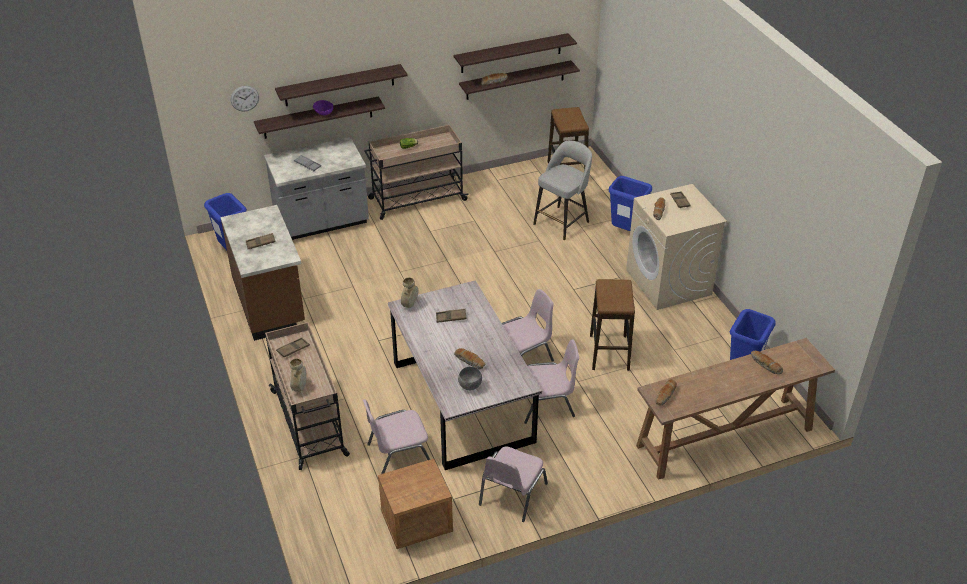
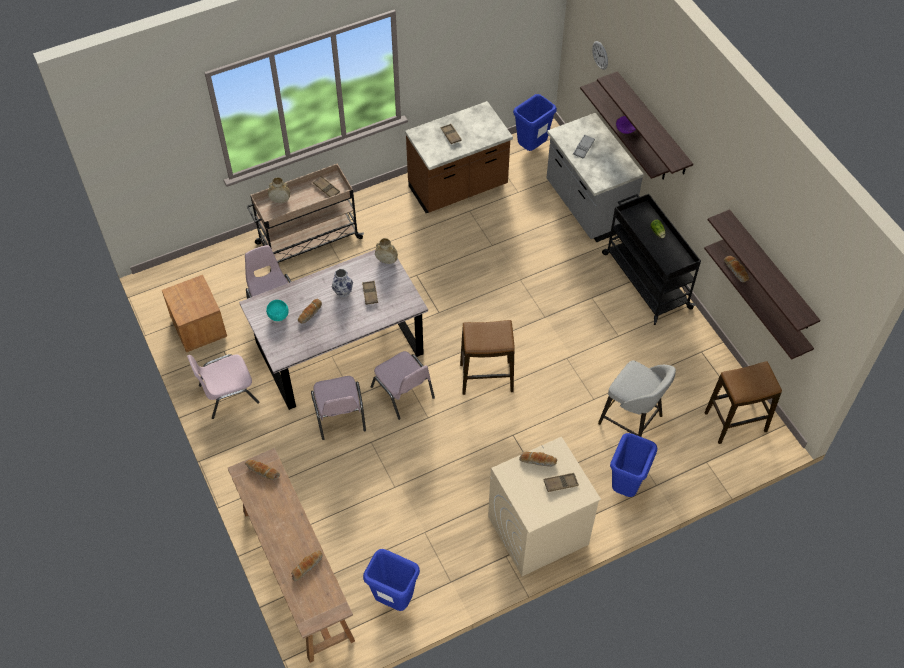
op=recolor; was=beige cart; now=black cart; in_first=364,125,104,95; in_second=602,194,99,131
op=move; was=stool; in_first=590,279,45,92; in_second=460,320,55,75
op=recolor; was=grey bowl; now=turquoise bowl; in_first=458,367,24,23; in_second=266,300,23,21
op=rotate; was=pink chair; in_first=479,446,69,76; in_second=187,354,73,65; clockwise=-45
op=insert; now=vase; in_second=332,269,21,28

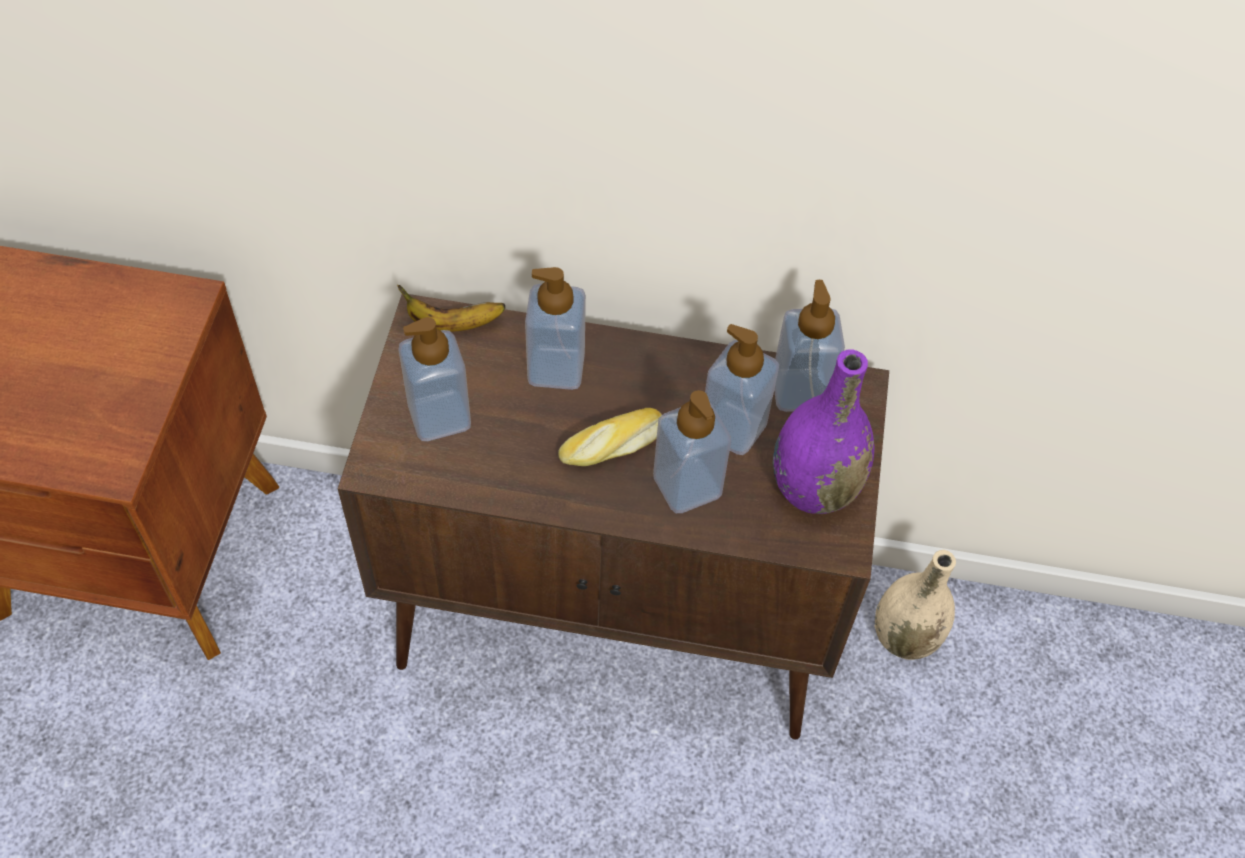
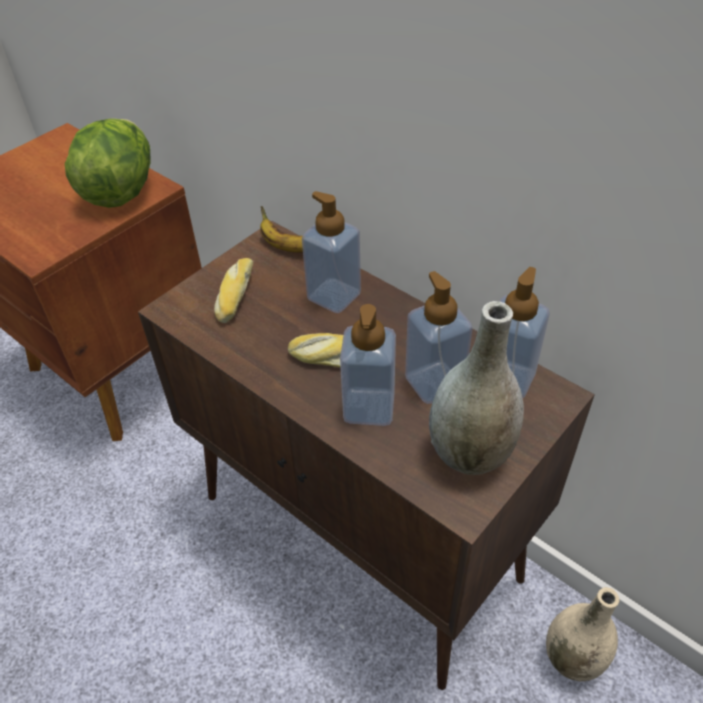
op=replace; was=soap dispenser; now=bread; in_first=398,317,73,124; in_second=214,258,39,65
op=recolor; was=purple vase; now=grey vase; in_first=773,349,101,165; in_second=429,301,95,174
op=insert; now=lettuce; in_second=65,118,85,90

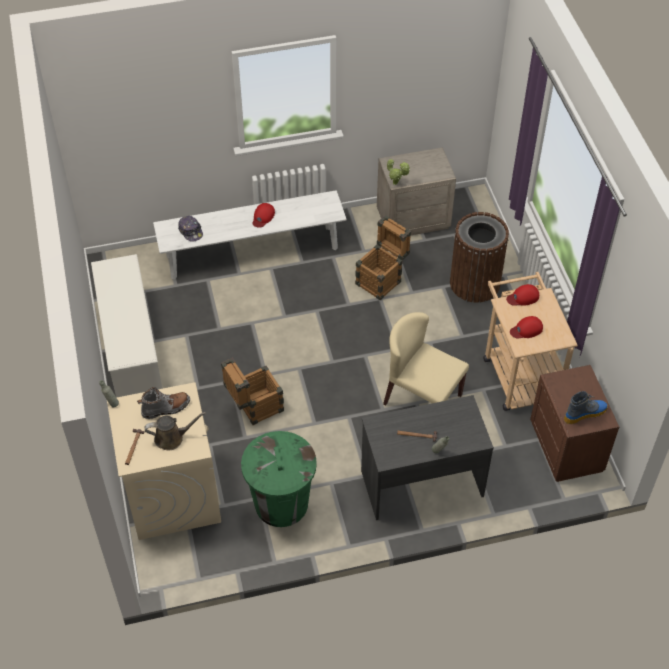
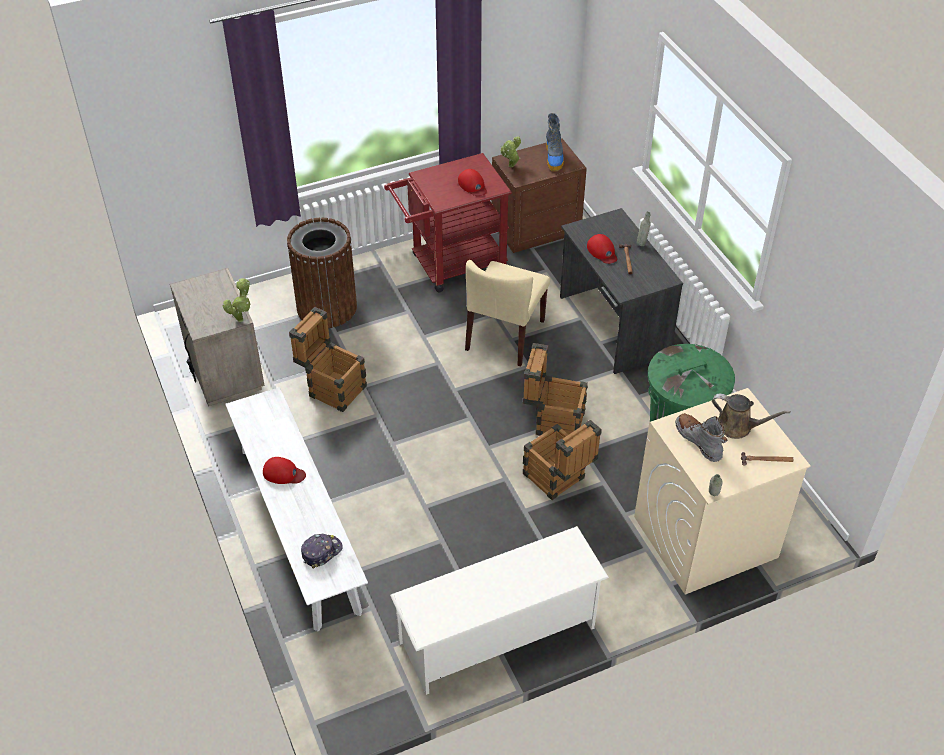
op=recolor; was=beige cart; now=red cart; in_first=483,272,95,139; in_second=384,153,128,140
op=move; was=red cap; in_first=506,284,33,22; in_second=587,234,30,30
op=rotate; was=boot; in_first=564,391,44,33; in_second=546,113,18,58; clockwise=-150
op=rotate; was=brown watering can; in_first=145,412,61,38; in_second=712,394,79,45; clockwise=135
op=insert; now=potted plant; in_second=500,136,21,32
op=insert; now=crate; in_second=523,343,65,92

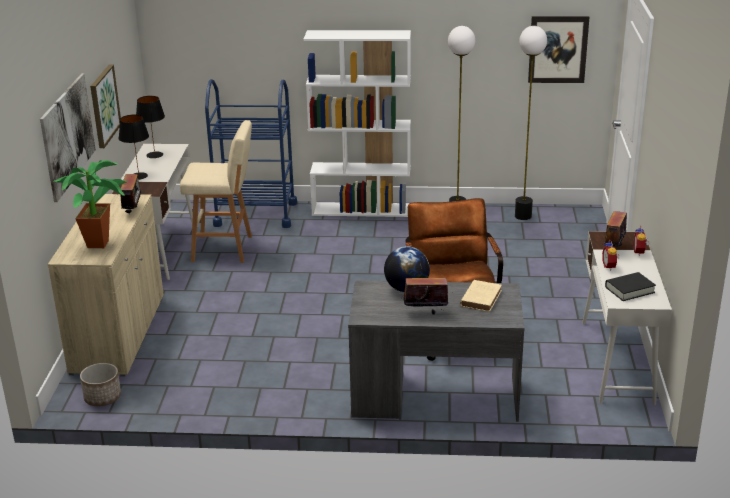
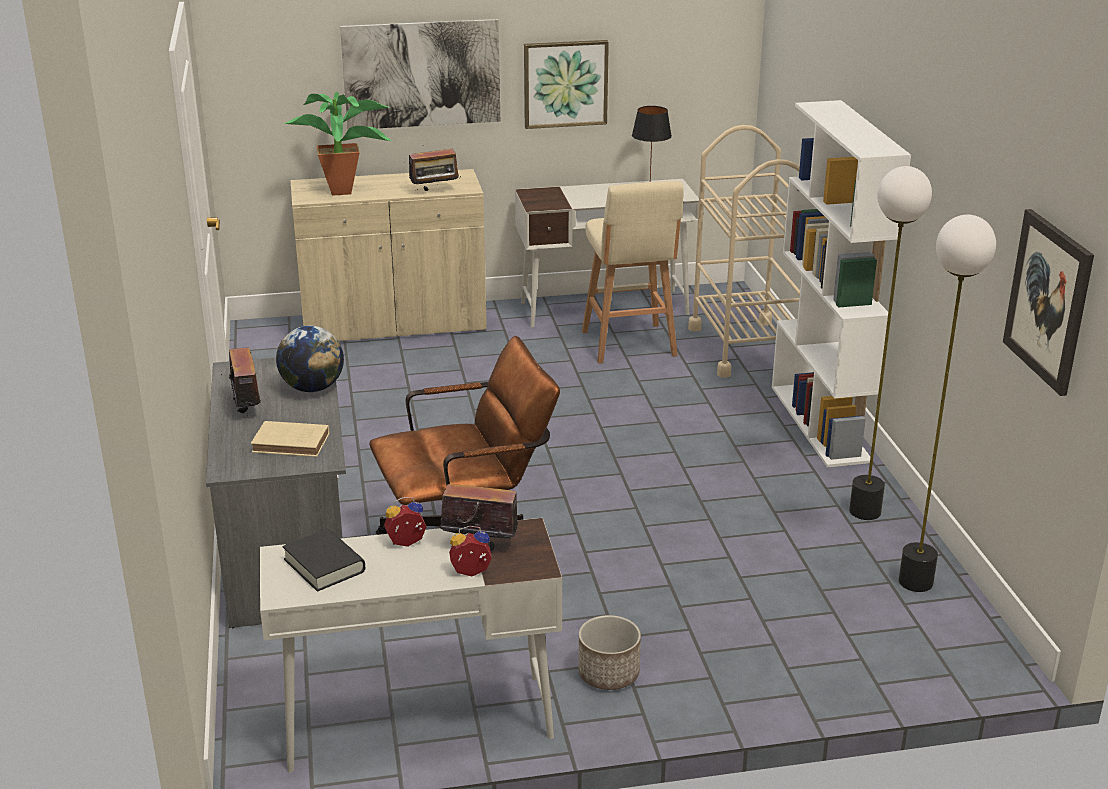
op=recolor; was=blue cart; now=beige cart; in_first=205,79,92,149; in_second=688,125,112,253
op=delete; was=black table lamp; in_first=119,115,30,65
op=move; was=planter; in_first=80,363,41,43; in_second=578,615,63,75

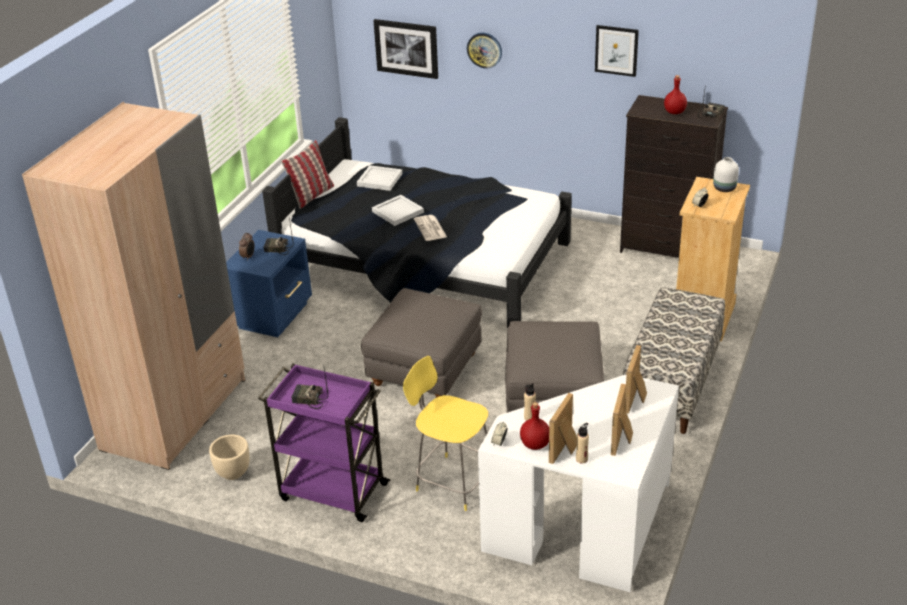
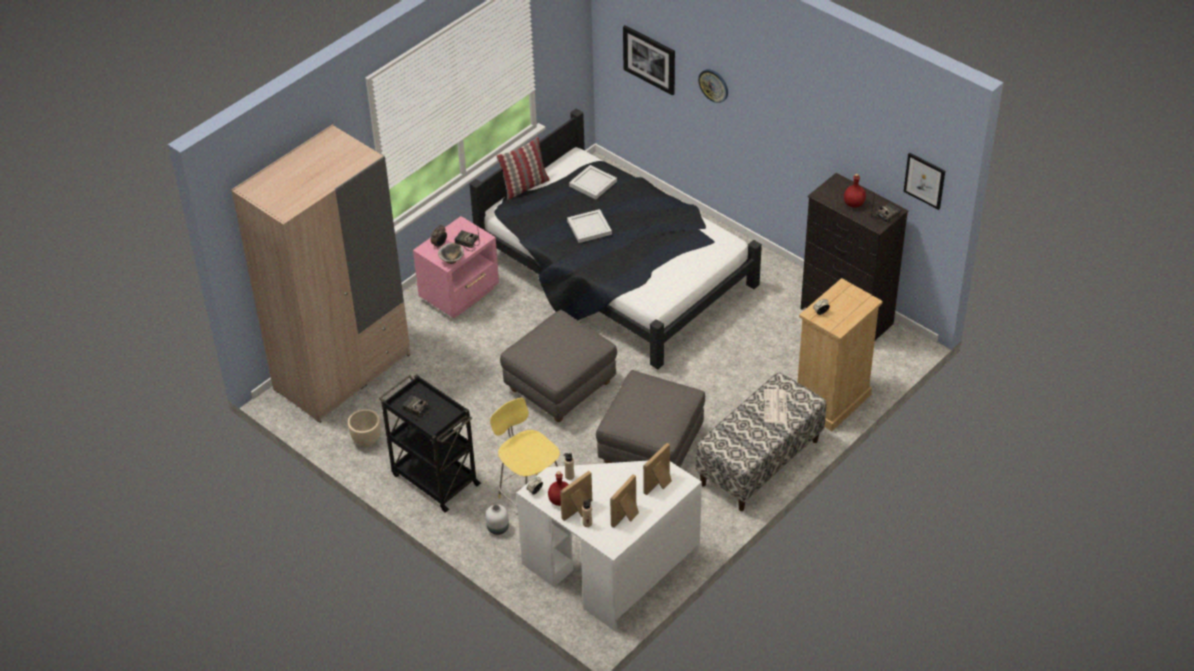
op=move; was=picture; in_first=595,25,44,52; in_second=904,153,41,57
op=move; was=white vase; in_first=713,157,26,35; in_second=486,504,23,31
op=move; was=newspaper; in_first=414,215,33,26; in_second=764,389,23,34
op=recolor; was=blue nightstand; now=pink nightstand; in_first=226,230,86,107; in_second=413,216,86,102
op=recolor; was=purple cart; now=black cart; in_first=258,364,133,158; in_second=379,374,102,139
op=insert; now=bowl; in_second=438,243,26,21

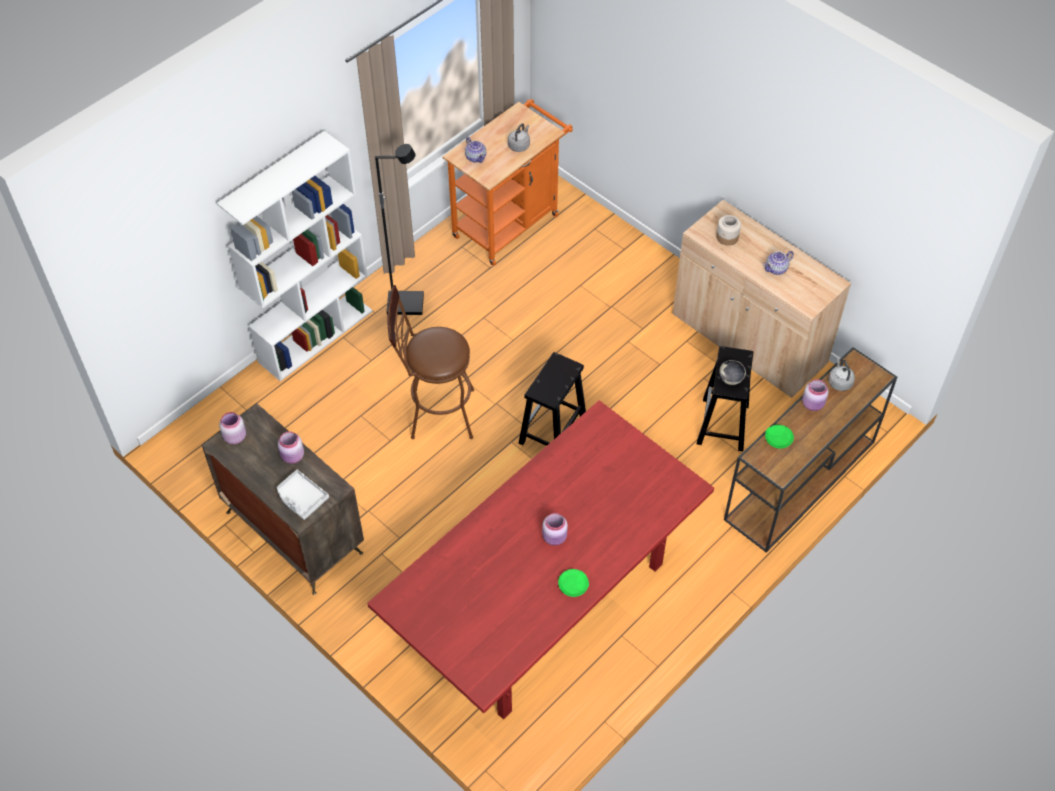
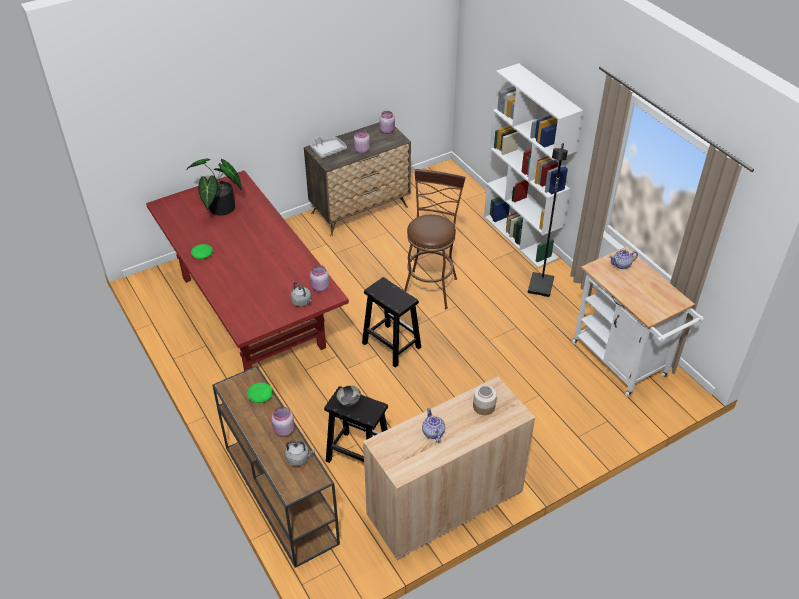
op=recolor; was=orange cart; now=white cart; in_first=442,99,131,167; in_second=572,247,132,150
op=move; was=grey kettle; in_first=508,123,22,29; in_second=291,282,20,25
op=move; was=pink jar; in_first=542,513,26,33; in_second=310,265,19,27
op=insert; now=potted plant; in_second=186,159,56,57

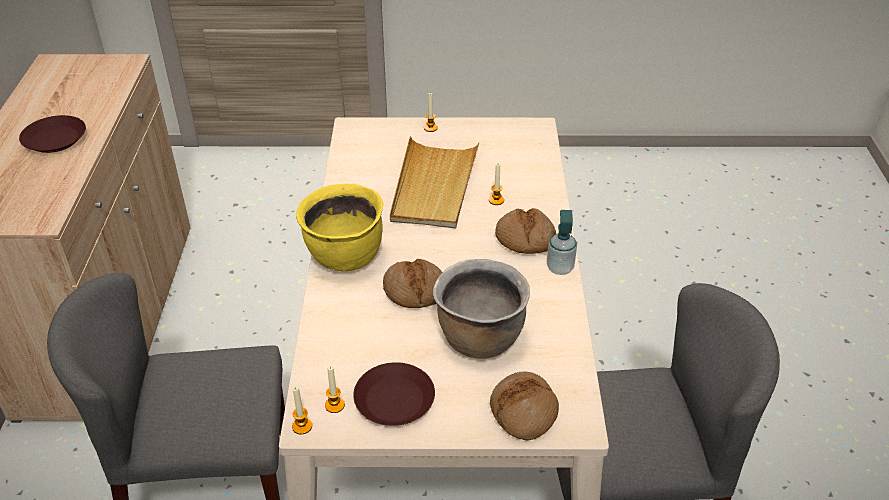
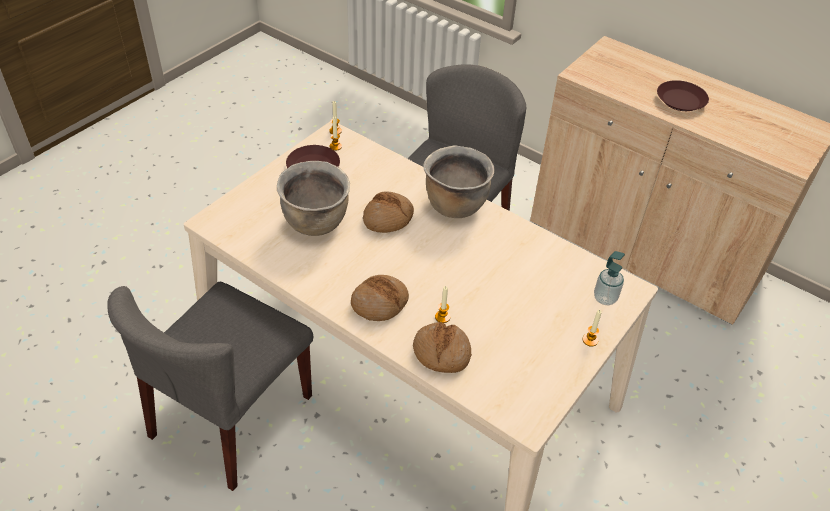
op=delete; was=beige tray; in_first=390,136,89,93
op=recolor; was=yellow cooking pot; now=brown cooking pot; in_first=296,183,87,88; in_second=423,145,72,73
op=move; was=soap dispenser; in_first=547,210,30,65; in_second=594,251,31,54
op=move; was=bread; in_first=490,372,69,69; in_second=413,322,59,51

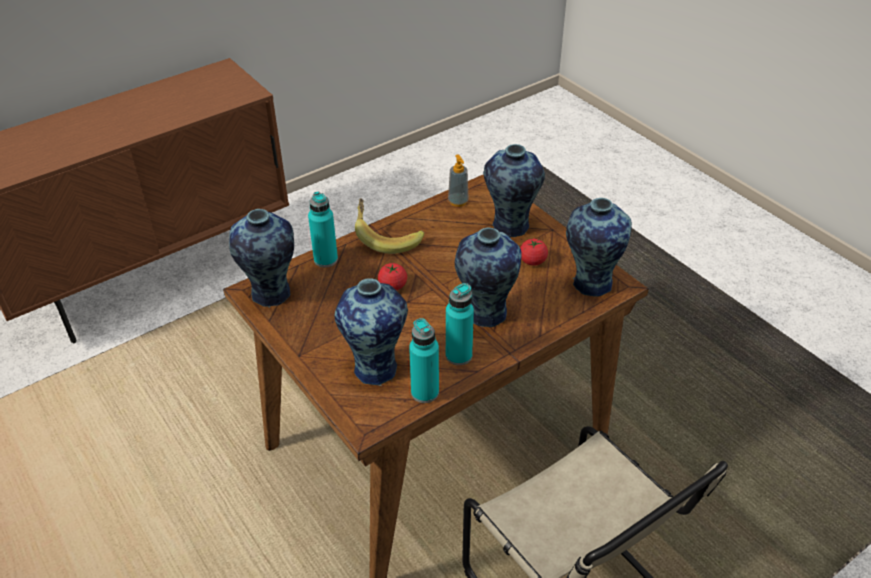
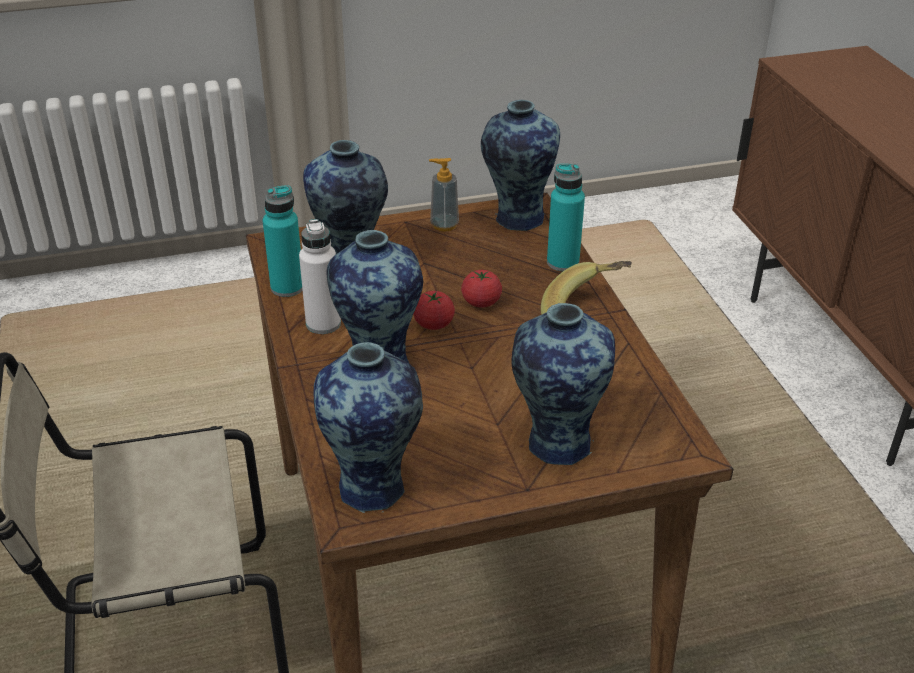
op=move; was=soap dispenser; in_first=448,154,21,53; in_second=429,158,30,74
op=move; was=tomato; in_first=520,239,28,27; in_second=413,291,42,39
op=recolor; was=turquoise bottle; now=white bottle; in_first=446,283,28,82; in_second=299,219,42,115

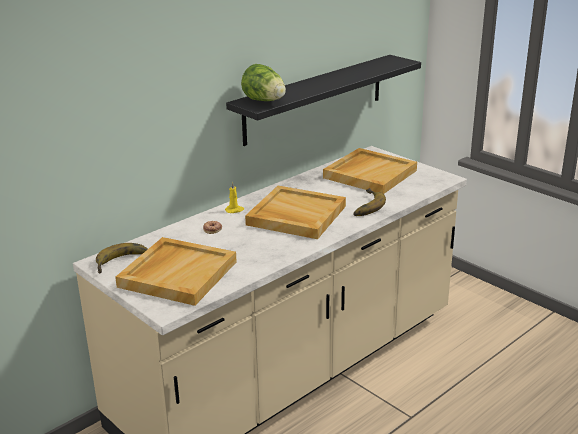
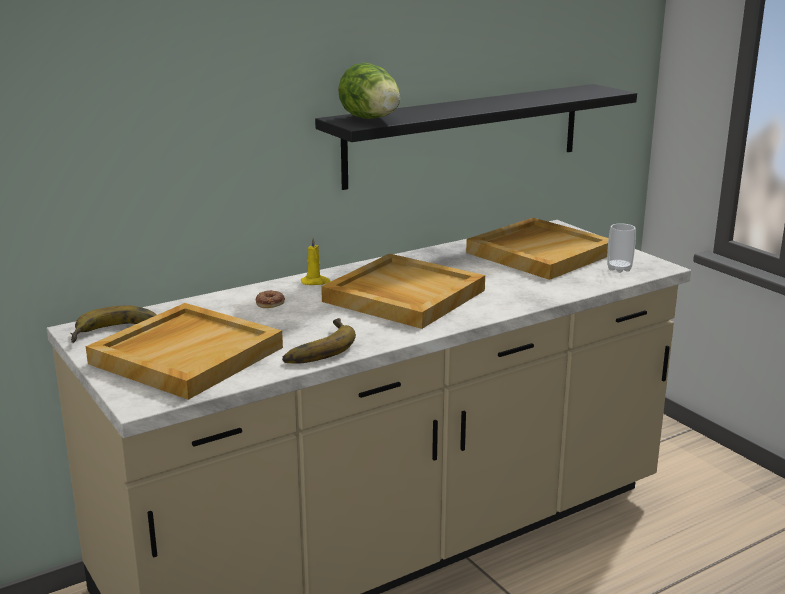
op=move; was=banana; in_first=354,188,32,28; in_second=282,318,74,46
op=insert; now=cup; in_second=607,224,29,49

